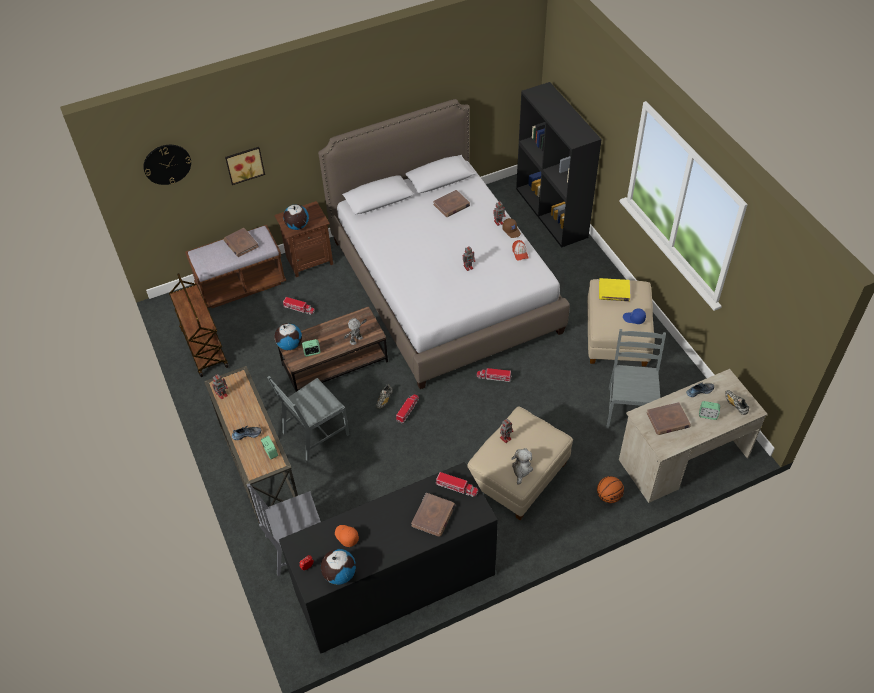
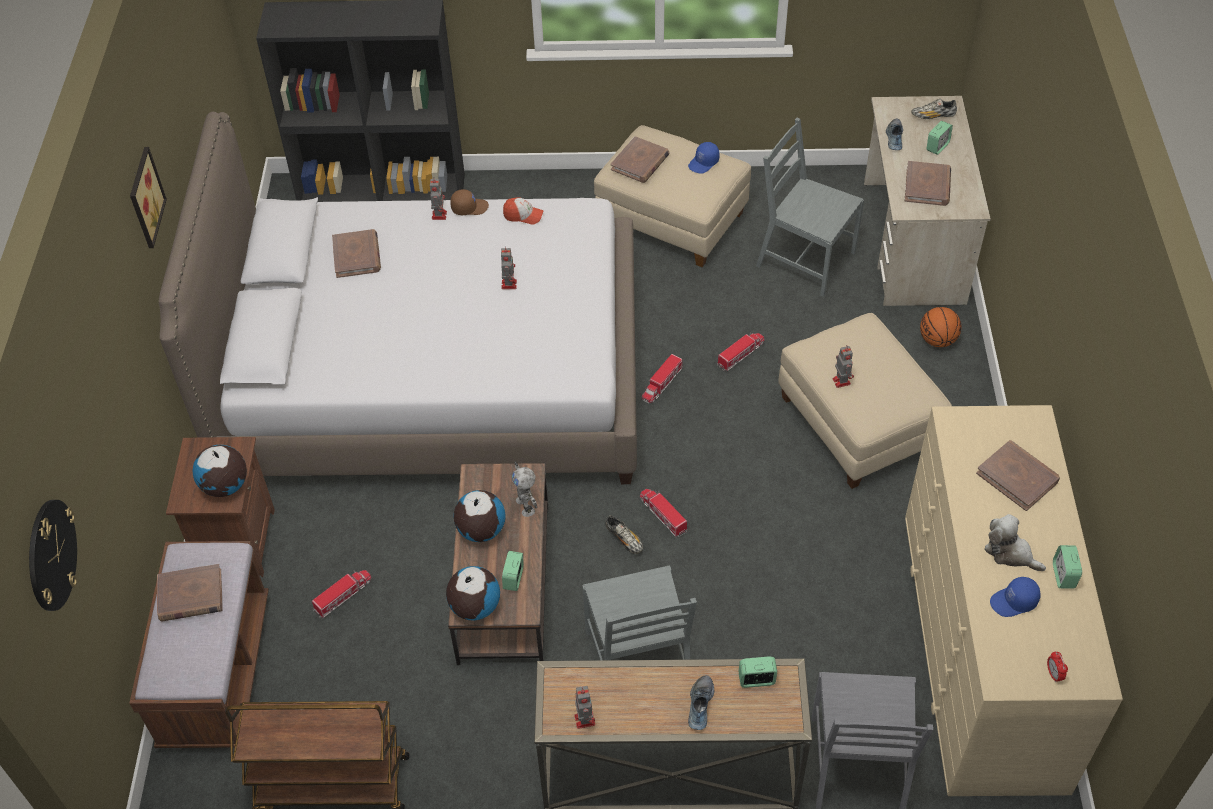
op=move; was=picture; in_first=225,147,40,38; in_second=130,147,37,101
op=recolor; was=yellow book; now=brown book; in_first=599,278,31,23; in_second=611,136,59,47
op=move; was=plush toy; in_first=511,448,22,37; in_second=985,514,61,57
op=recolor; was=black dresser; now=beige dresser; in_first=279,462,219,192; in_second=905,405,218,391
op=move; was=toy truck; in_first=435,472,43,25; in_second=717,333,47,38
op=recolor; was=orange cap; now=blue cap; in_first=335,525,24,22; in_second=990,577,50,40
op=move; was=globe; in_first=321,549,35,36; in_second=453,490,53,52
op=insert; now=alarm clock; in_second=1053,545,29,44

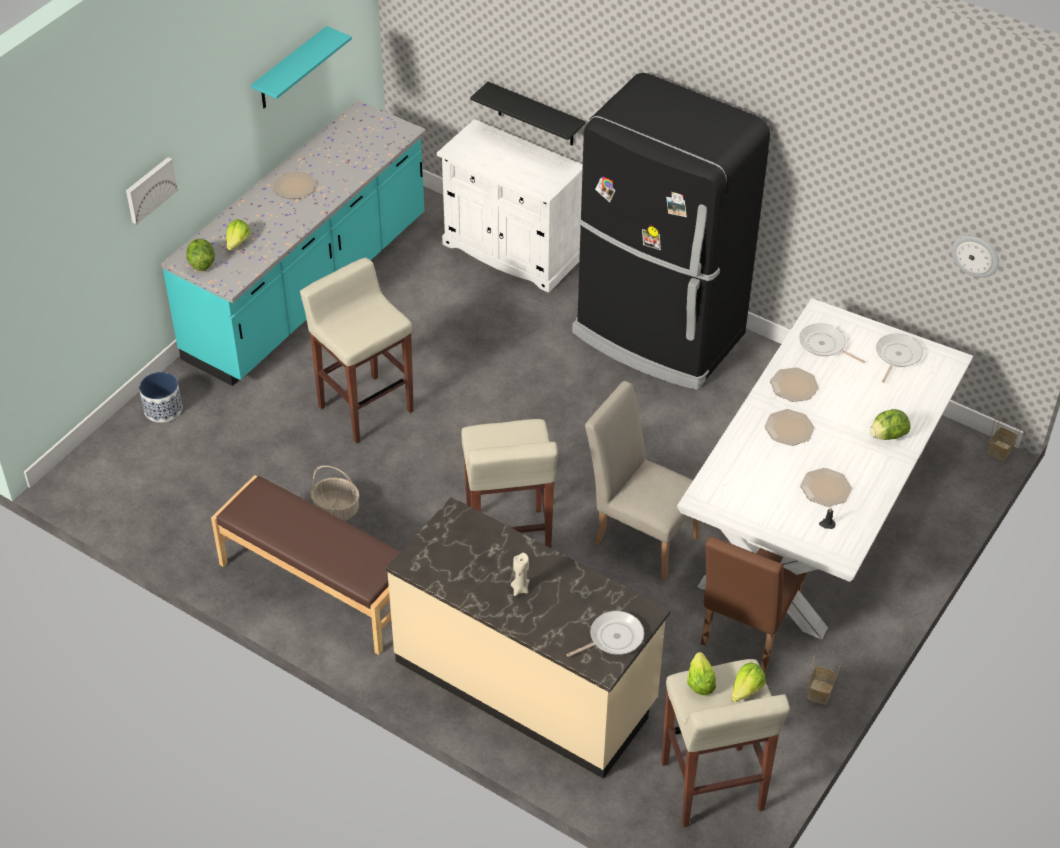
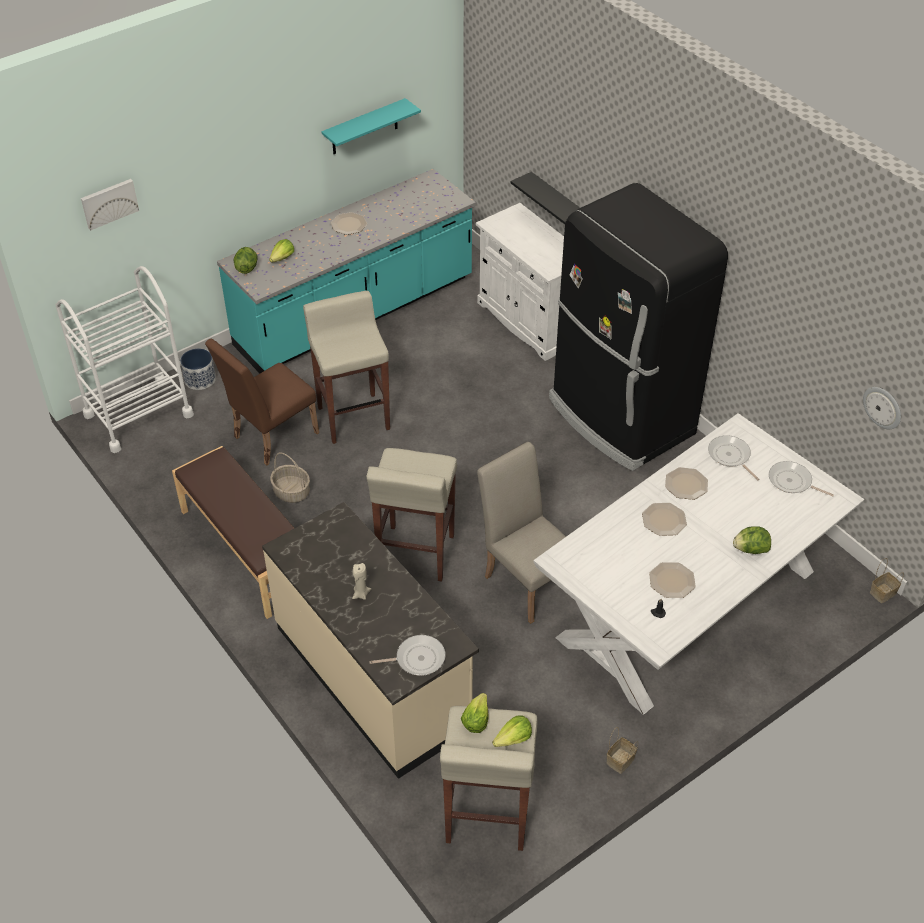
op=move; was=picture; in_first=126,157,52,68; in_second=81,179,58,52
op=rotate; was=frying pan; in_first=876,334,47,49; in_second=769,461,65,35; clockwise=-105
op=move; was=brown chair; in_first=701,536,106,135; in_second=205,339,114,126
op=insert; now=white cart; in_second=56,266,138,187

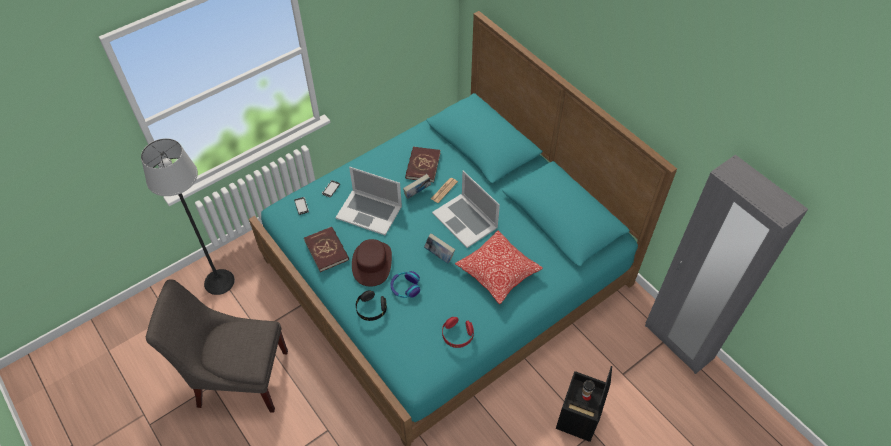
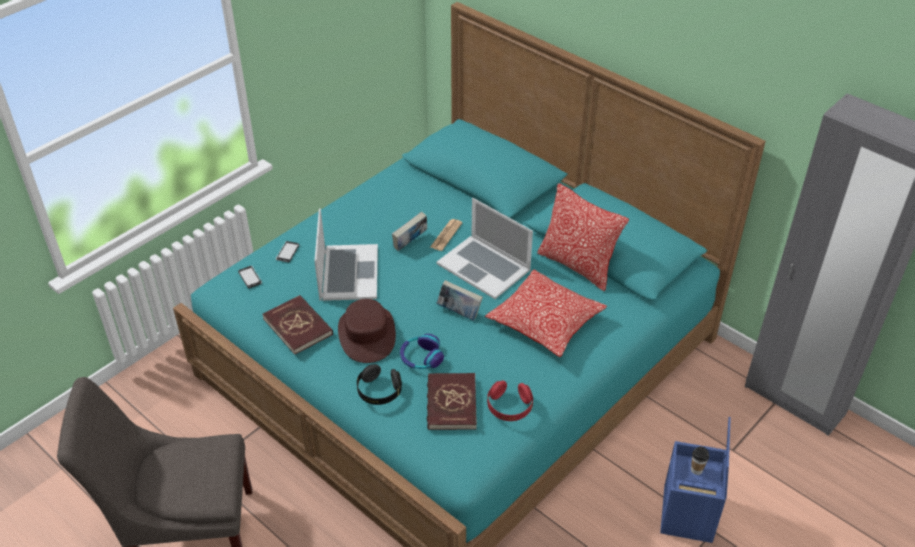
op=delete; was=floor lamp; in_first=141,138,94,157
op=move; was=red book; in_first=405,147,36,35; in_second=427,373,50,57
op=rotate; was=laptop; in_first=335,167,67,68; in_second=314,208,64,93; clockwise=-105
op=recolor; was=black storage box; now=blue storage box; in_first=556,366,56,76; in_second=660,417,71,126
op=insert; now=pillow; in_second=537,183,92,108

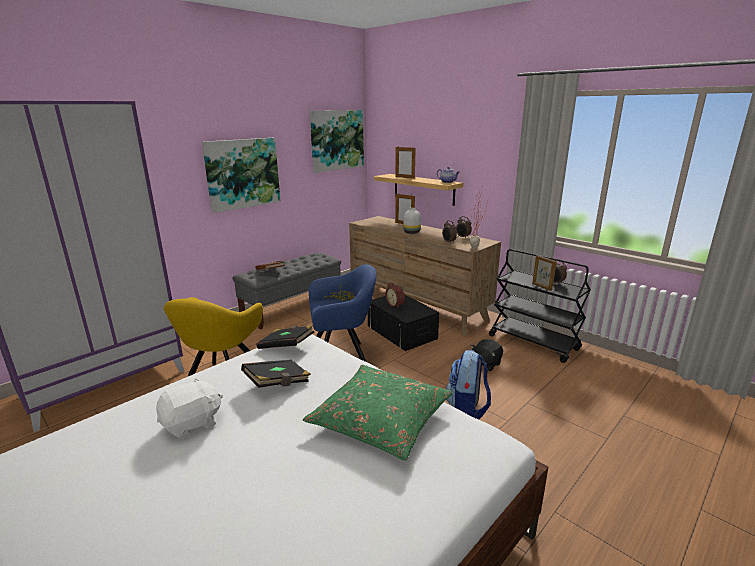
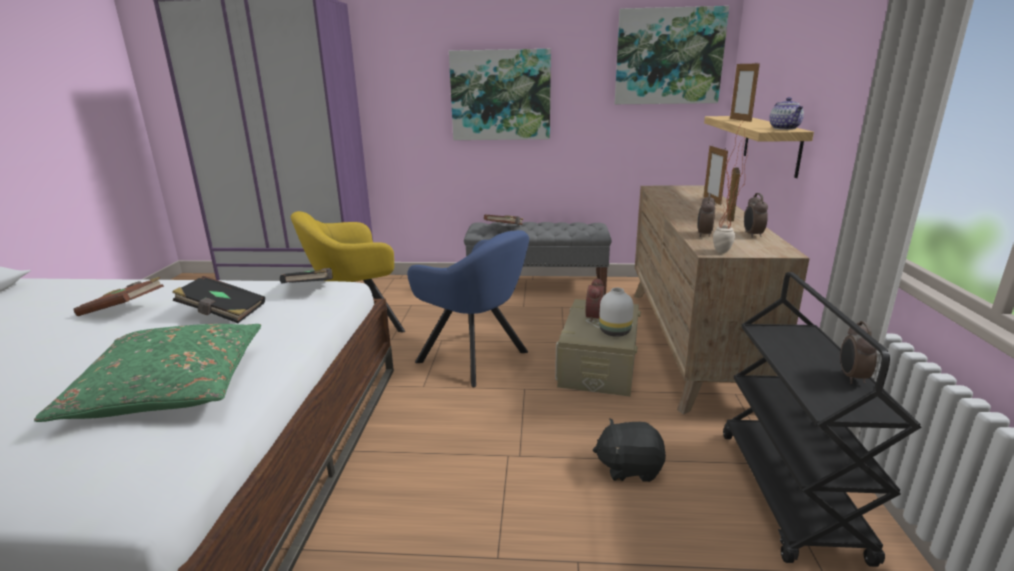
op=move; was=white vase; in_first=403,208,18,26; in_second=599,288,35,49
op=move; was=picture frame; in_first=532,255,25,36; in_second=727,167,13,55
op=recolor; was=black storage box; now=beige storage box; in_first=368,294,71,57; in_second=555,299,86,98
op=delete; was=backpack; in_first=446,350,45,70
op=replace; was=white plush toy; now=brown book; in_first=156,377,67,62; in_second=74,277,90,39

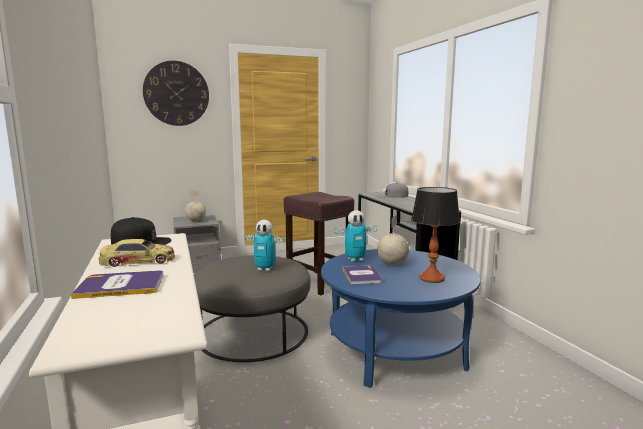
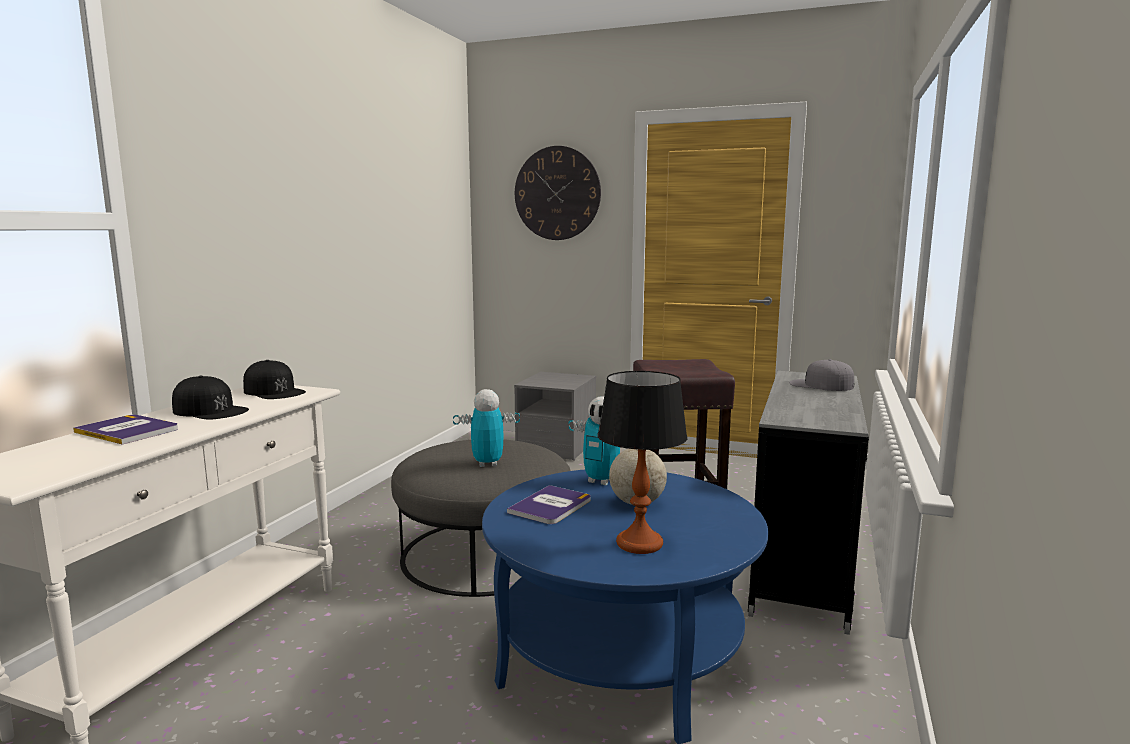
op=delete; was=globe; in_first=185,190,21,32
op=rotate; was=toy robot; in_first=243,220,43,51; in_second=453,389,67,78; clockwise=120
op=replace; was=toy car; now=black cap; in_first=98,239,77,28; in_second=172,376,77,43

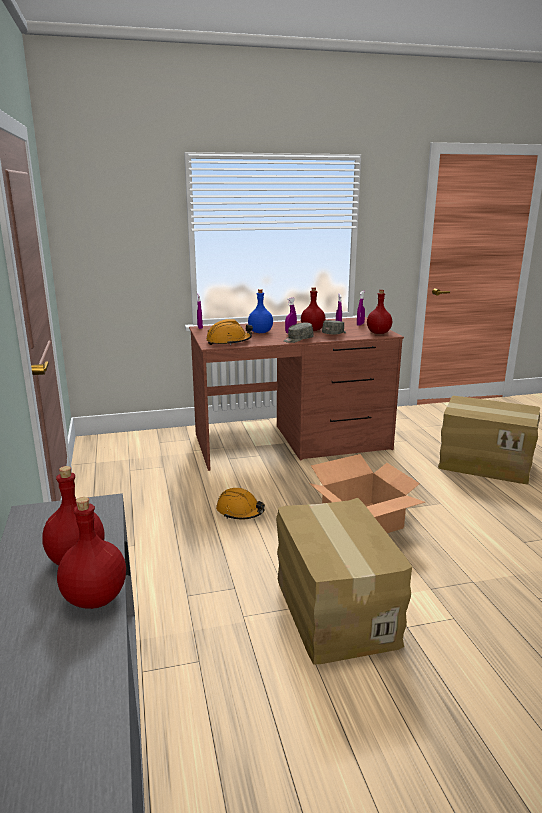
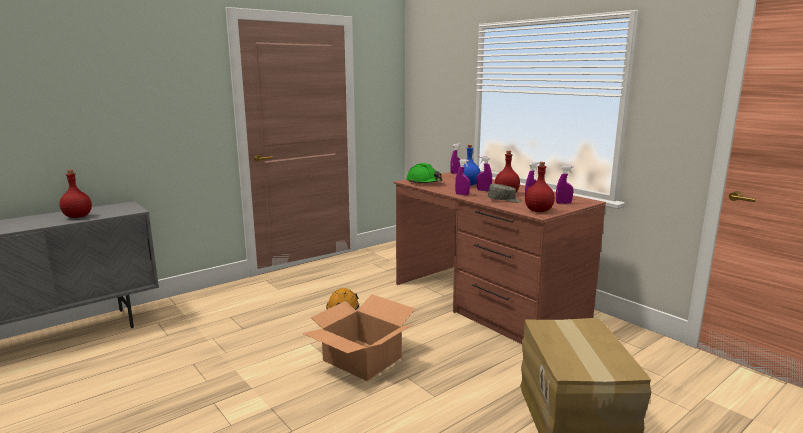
op=recolor; was=orange hard hat; now=green hard hat; in_first=206,319,47,26; in_second=406,163,36,21
op=replace; was=grey cap; now=purple spray bottle; in_first=284,322,30,21; in_second=455,159,15,36
op=delete; was=red bottle; in_first=57,497,69,112
op=delete; was=cardboard box; in_first=276,498,136,167

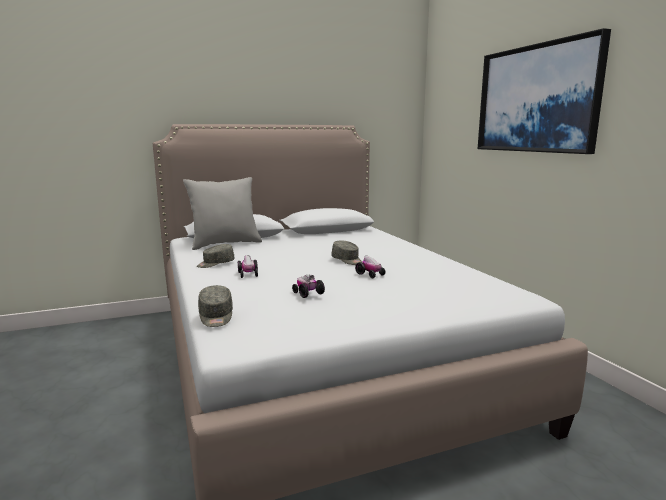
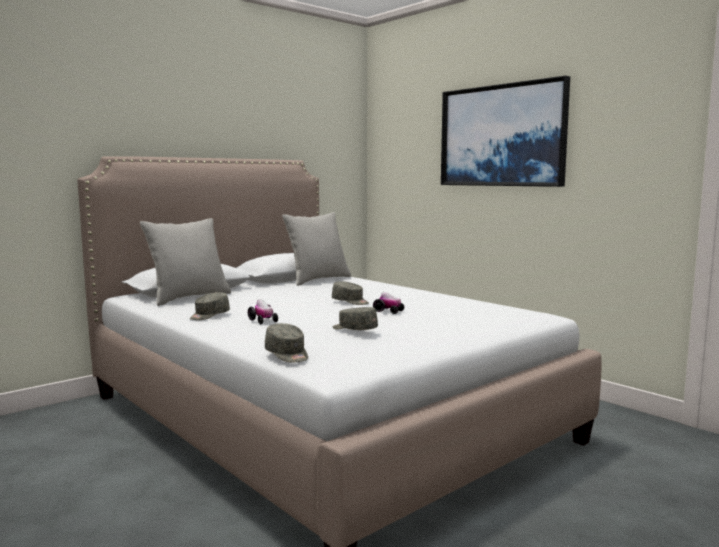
op=replace; was=toy car; now=grey cap; in_first=292,274,33,24; in_second=333,307,45,23
op=insert; now=grey pillow; in_second=282,212,69,74

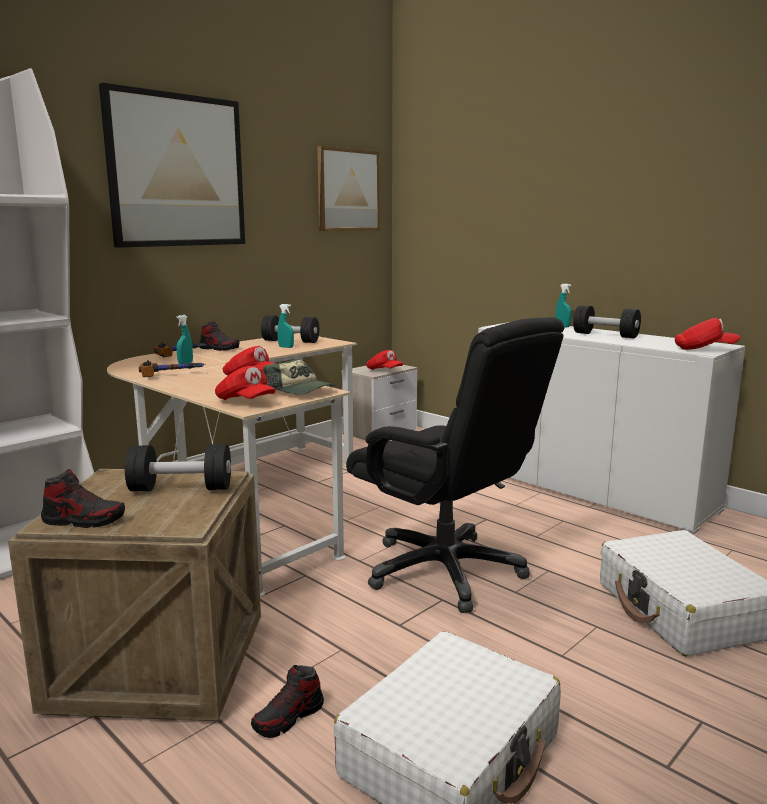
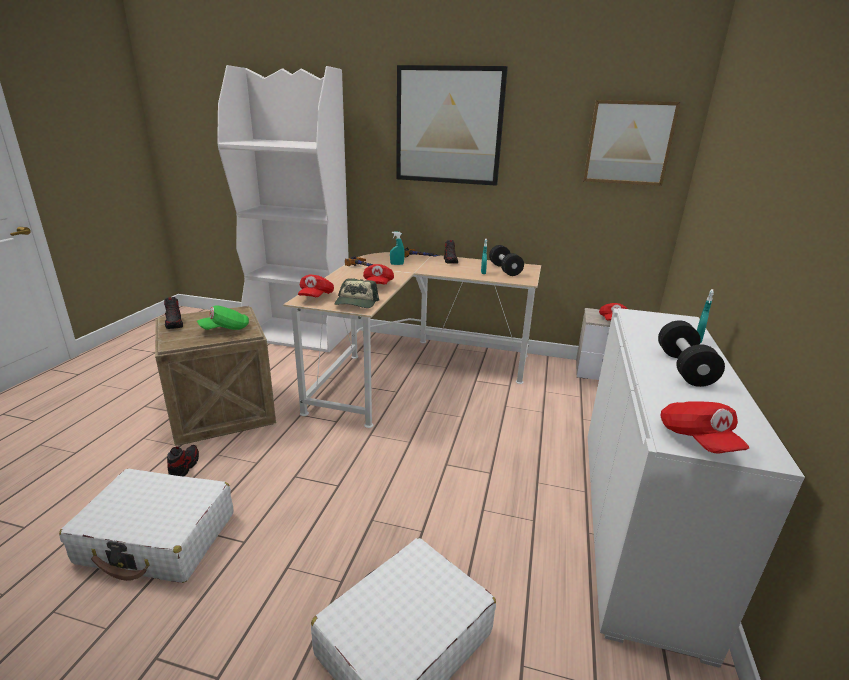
op=delete; was=black office chair; in_first=346,317,218,296
op=replace; was=black dumbbell; now=green cap; in_first=125,444,106,47; in_second=197,305,52,25
op=rotate; was=shoe; in_first=251,665,73,73; in_second=167,445,32,32; clockwise=75

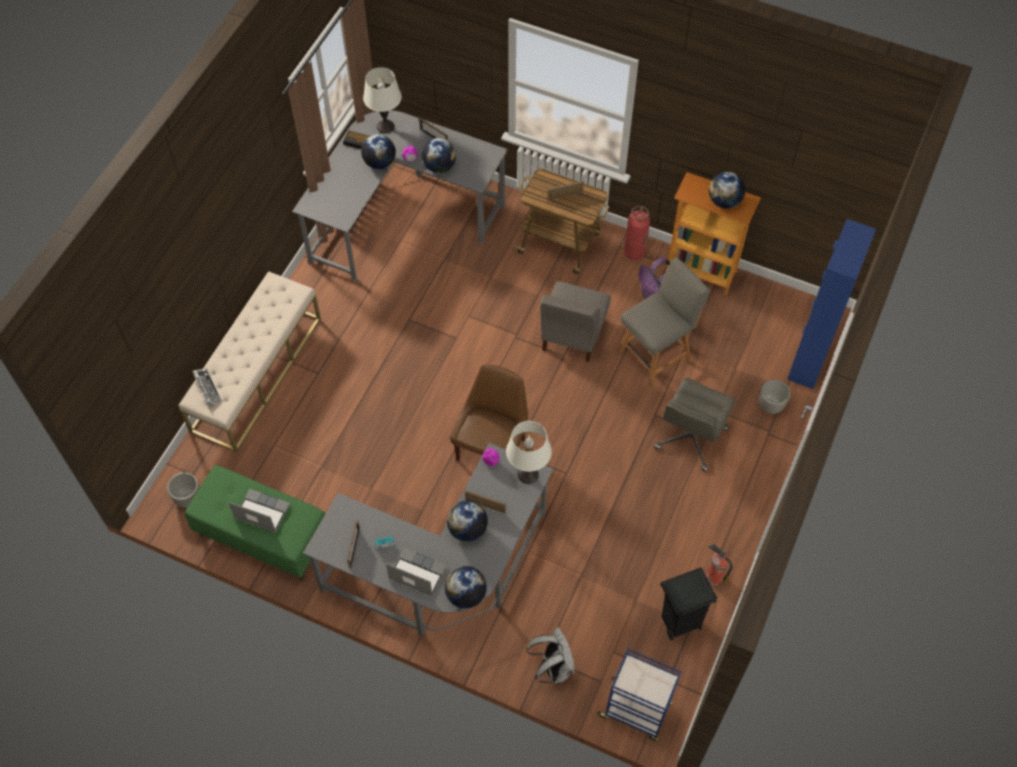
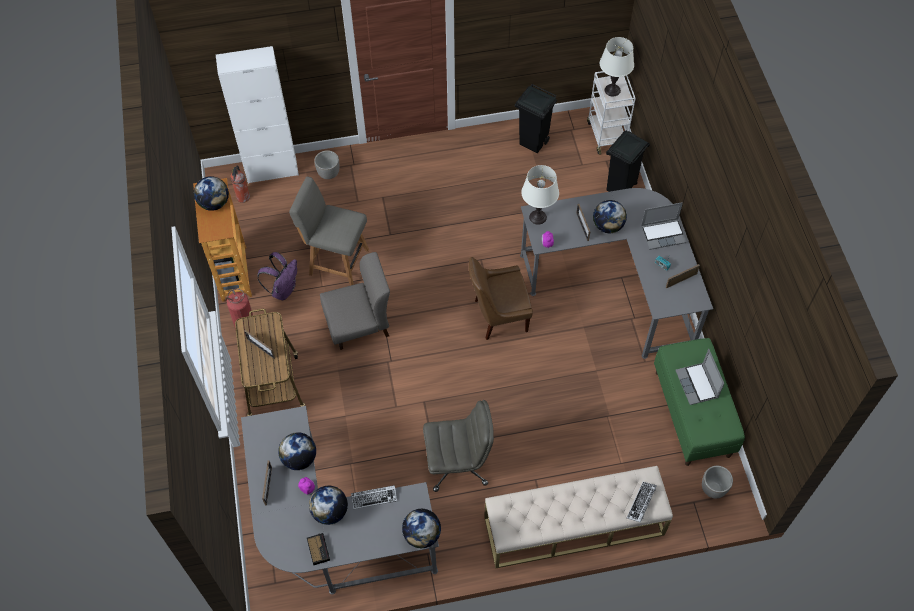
op=move; was=white table lamp; in_first=363,67,39,67; in_second=600,37,34,59
op=recolor; was=blue cabinet; now=white cabinet; in_first=787,219,89,170; in_second=216,46,83,138
op=move; was=grey office chair; in_first=654,378,81,93; in_second=423,400,71,92
op=move; was=fire extinguisher; in_first=706,544,27,41; in_second=230,166,20,37
op=rotate; was=laptop; in_first=386,548,61,49; in_second=641,202,46,48; clockwise=-90
op=move; was=globe; in_first=445,566,42,43; in_second=402,509,39,39
op=replace; was=white backpack; now=black trash can; in_first=526,627,49,56; in_second=606,131,44,61
op=recolor; was=blue cart; now=white cart; in_first=597,649,84,92; in_second=587,71,49,84
op=insert; now=keyboard; in_second=351,485,46,24

